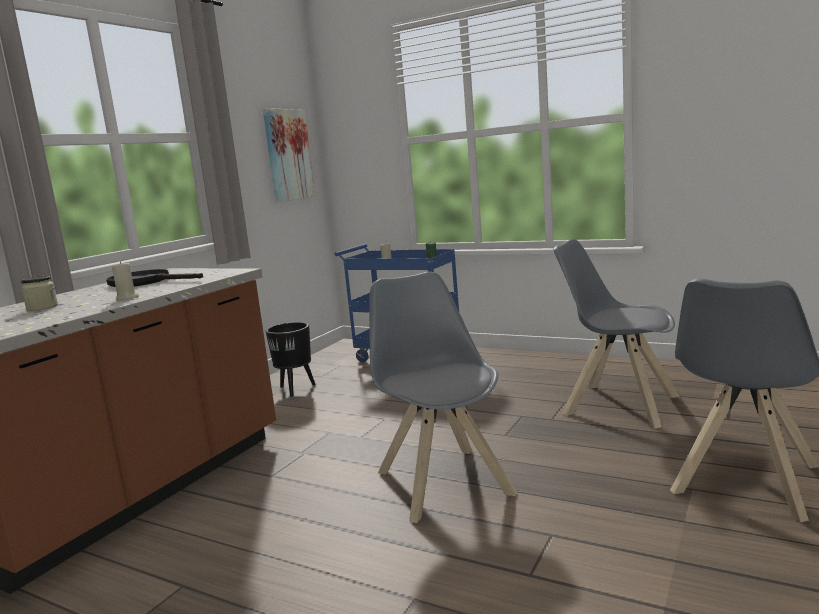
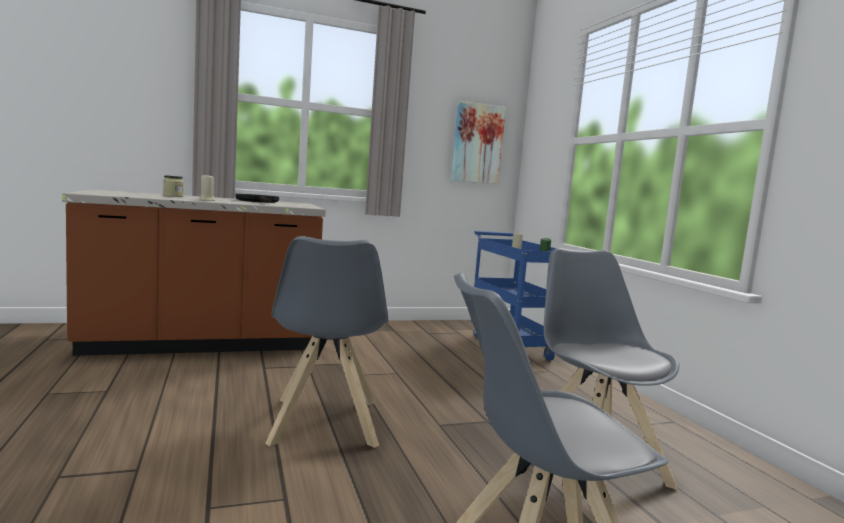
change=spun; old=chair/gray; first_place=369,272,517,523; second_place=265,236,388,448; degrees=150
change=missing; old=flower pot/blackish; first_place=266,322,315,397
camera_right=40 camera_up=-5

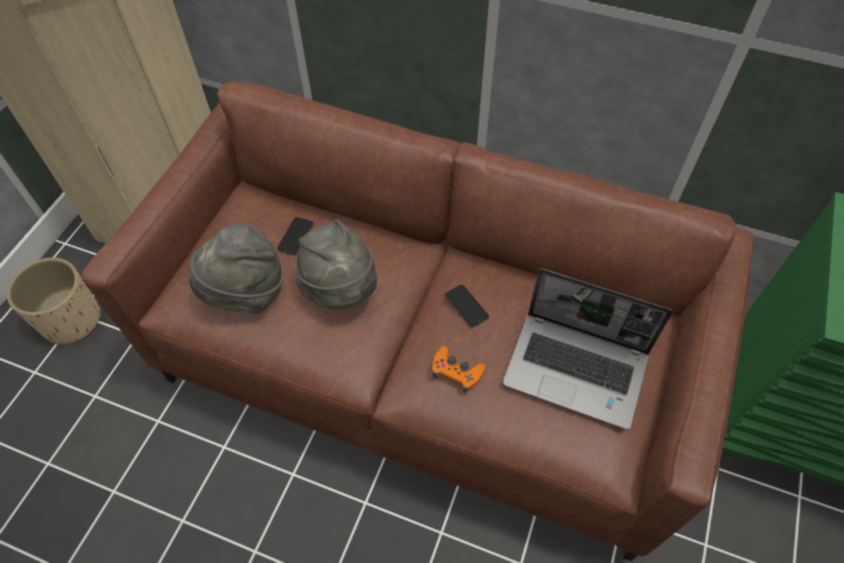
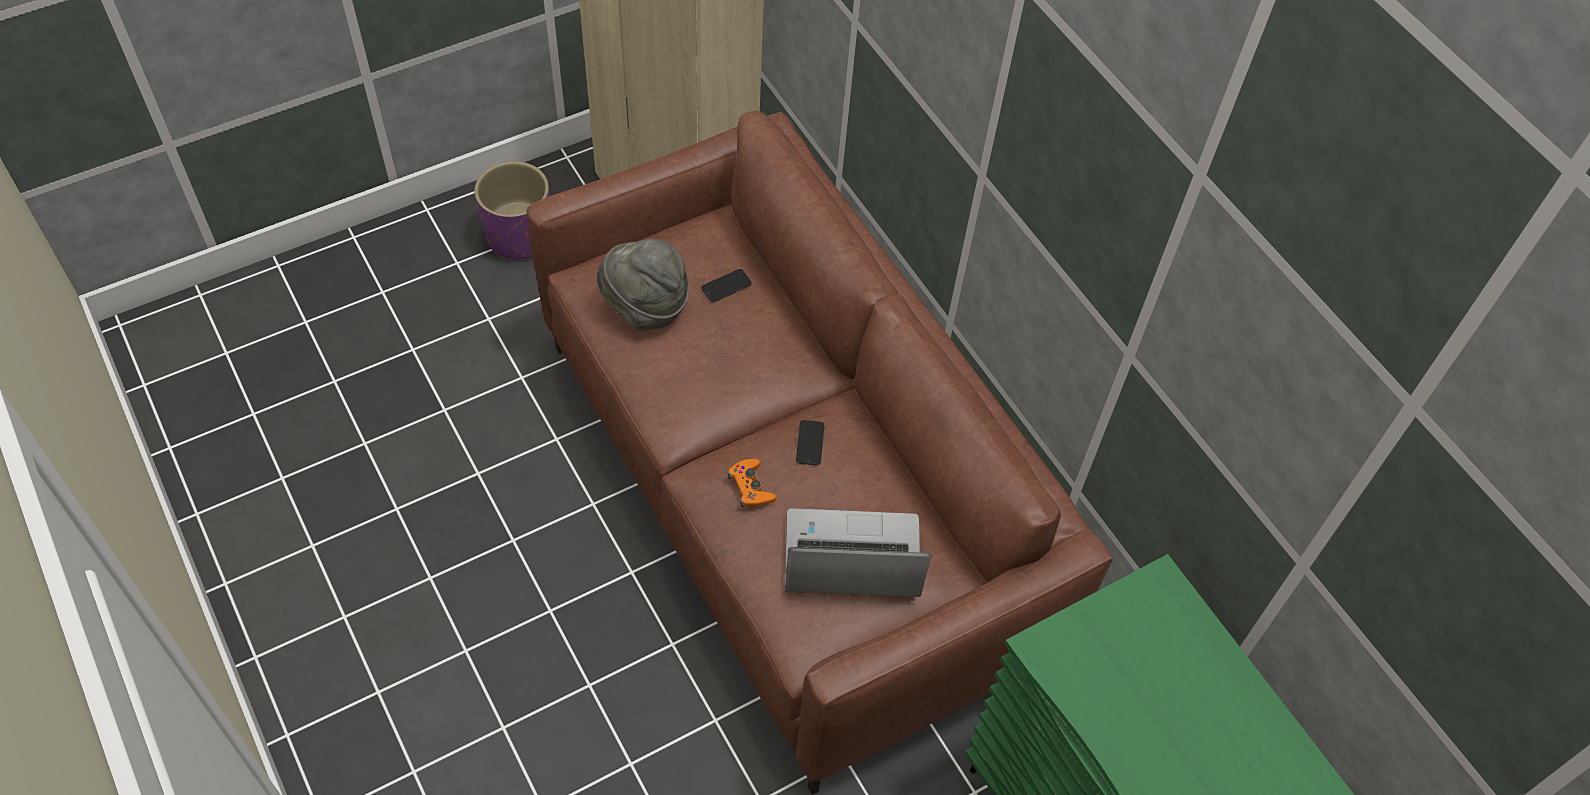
change=colour; old=flower pot/beige-coloured; new=flower pot/purple; first_place=7,258,101,345; second_place=474,161,550,260
change=spun; old=portable computer; first_place=503,268,673,430; second_place=785,508,931,597; degrees=120
change=missing; old=hat/gray; first_place=295,219,377,309
camera_right=35 camera_up=0

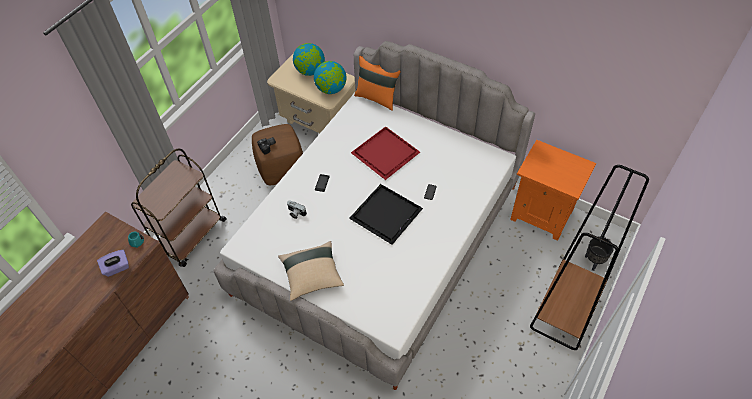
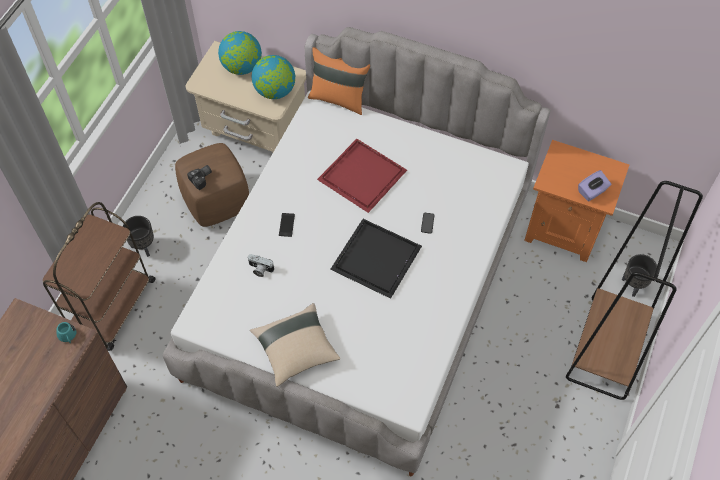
change=appeared; new=flower pot/blackish; second_place=123,216,154,257
change=relocated; old=tissue box/purple; first_place=97,250,129,277; second_place=578,170,611,201
camera_right=-10 camera_up=5

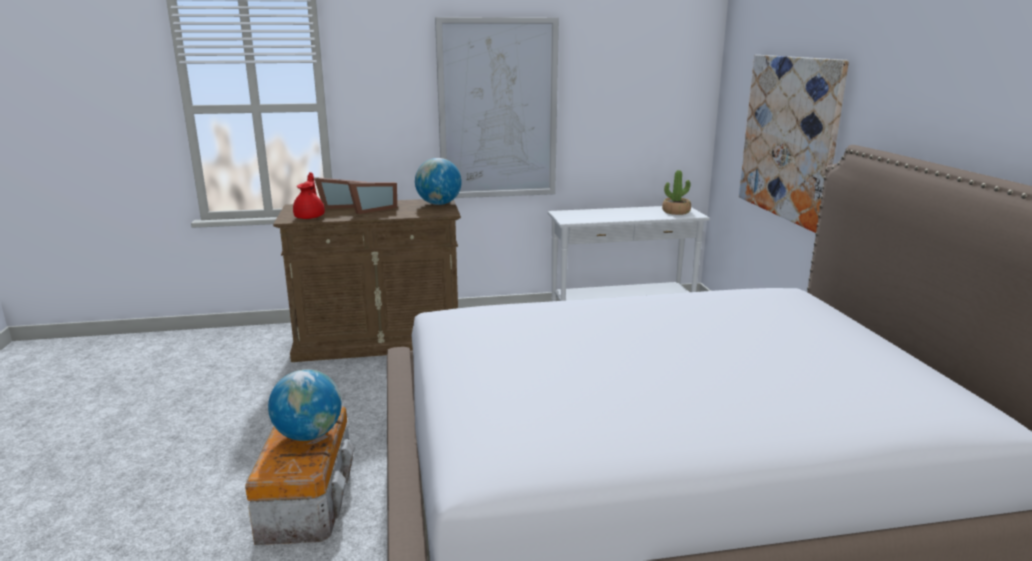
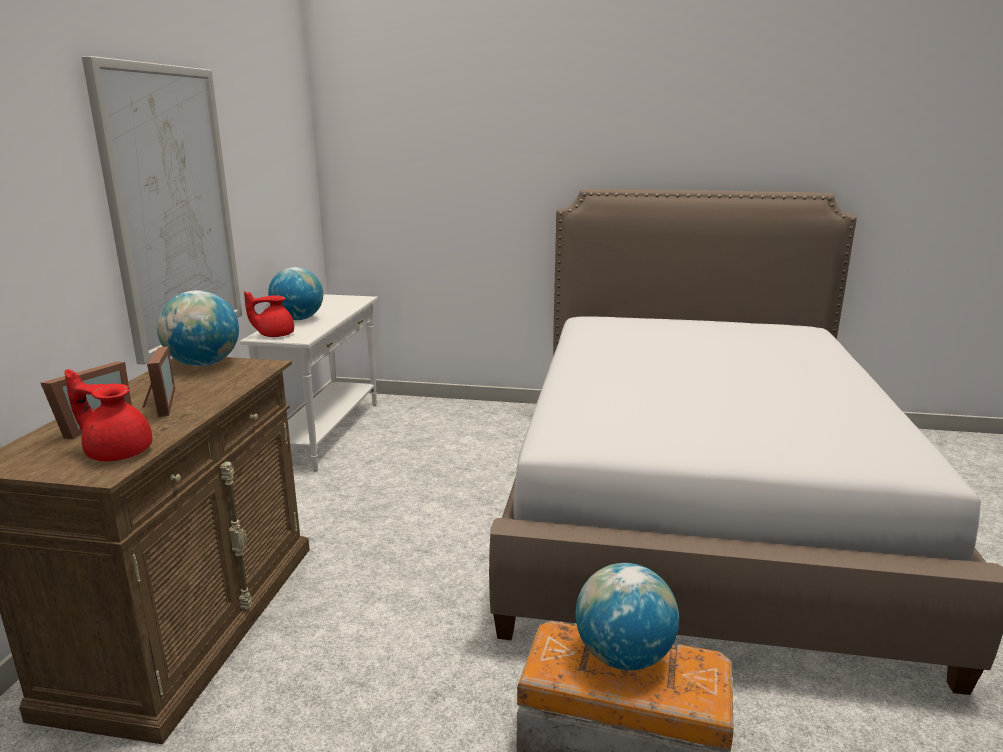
change=appeared; new=teapot/red-coloured; second_place=244,291,294,337
change=appeared; new=globe; second_place=268,267,323,320
change=missing; old=potted plant; first_place=662,170,691,215
change=missing; old=wall art; first_place=739,55,849,233
camera_right=-70 camera_up=0

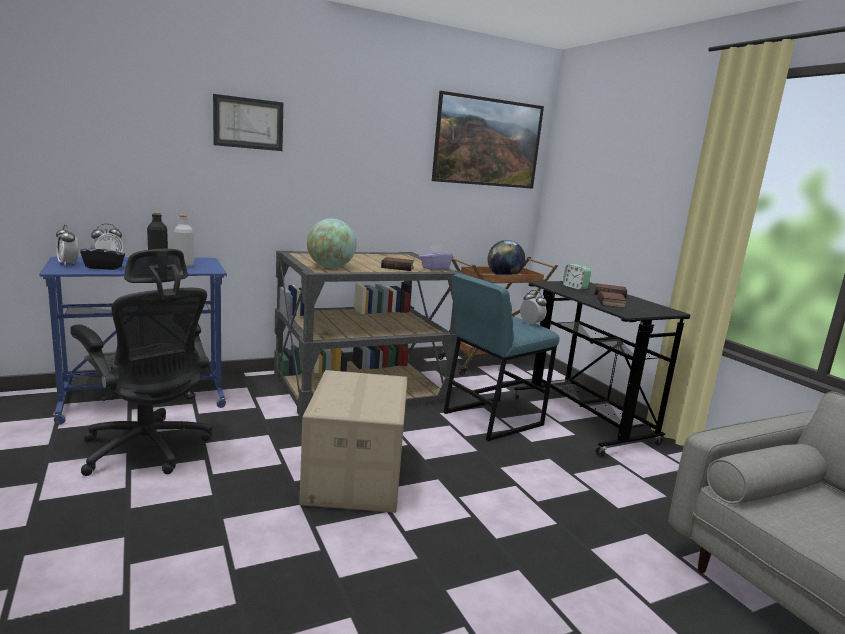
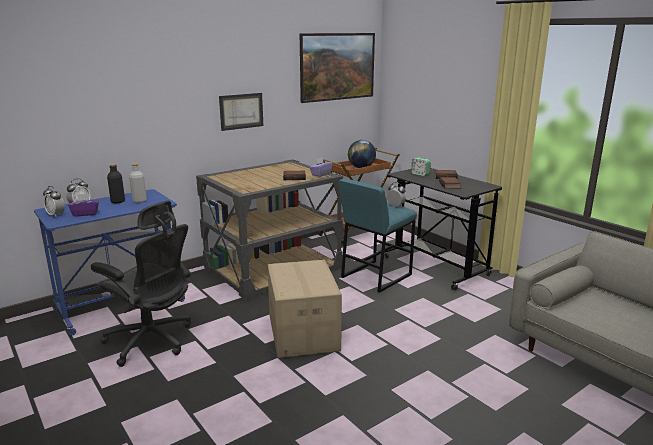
change=colour; old=tissue box/blackish; new=tissue box/purple; first_place=80,240,125,270; second_place=68,193,99,217
change=relocated; old=wall art; first_place=213,94,283,151; second_place=219,93,263,131
change=missing; old=globe; first_place=307,219,357,268
camera_right=-10 camera_up=5

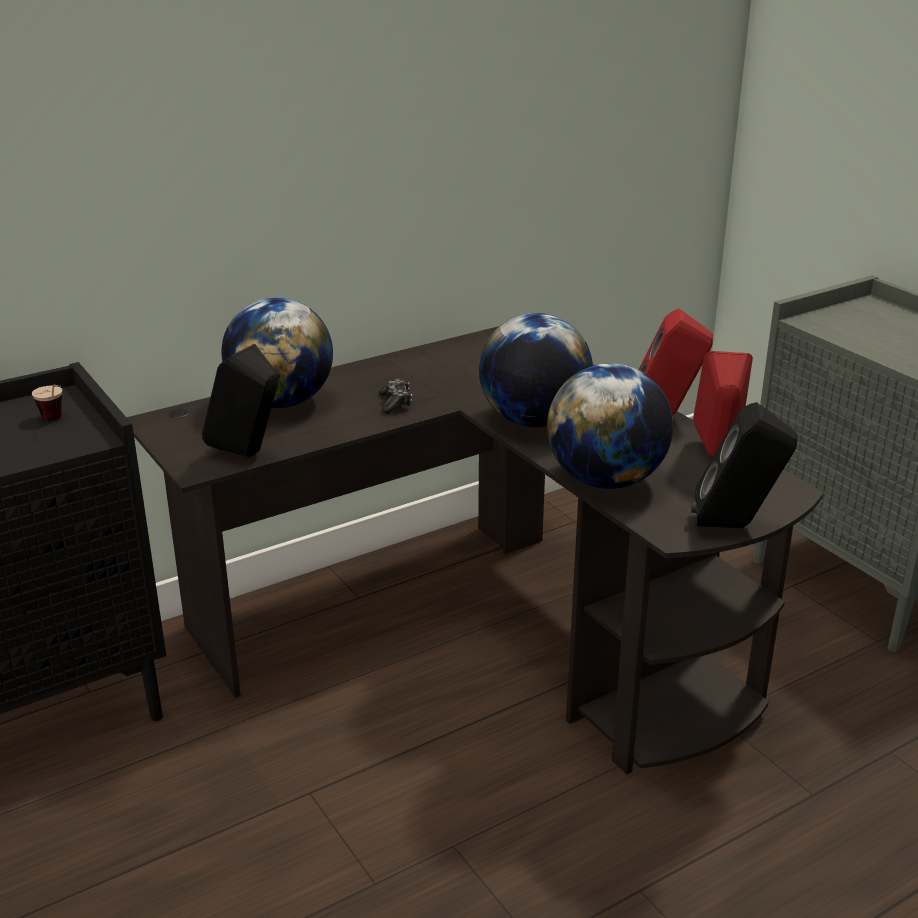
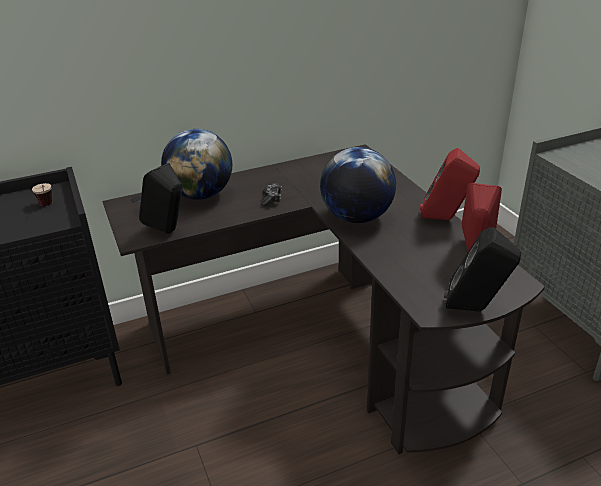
change=missing; old=globe; first_place=547,363,673,489
camera_right=10 camera_up=5

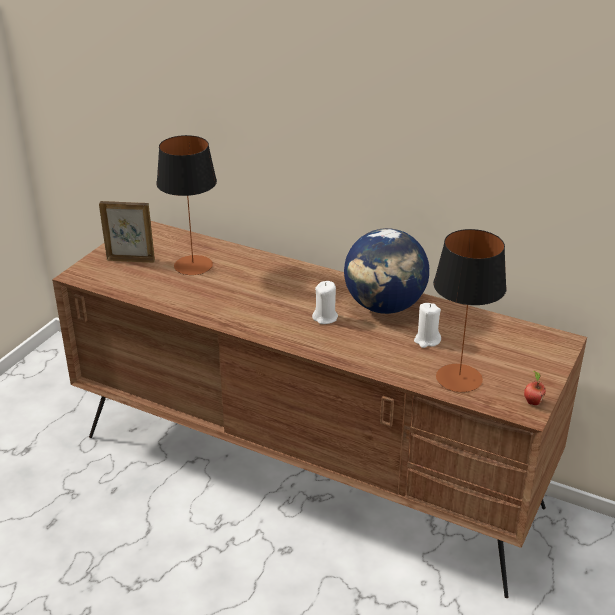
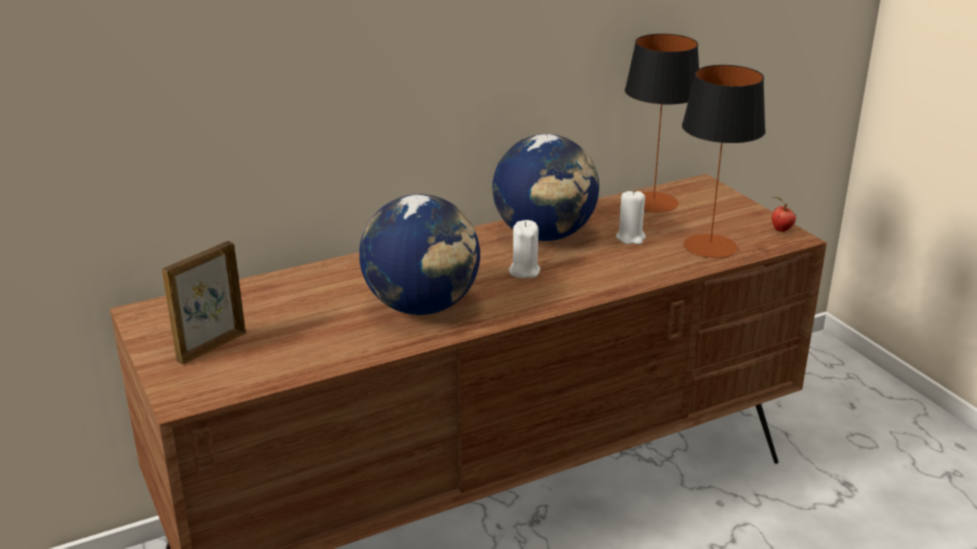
change=appeared; new=globe; second_place=359,194,480,315
change=relocated; old=table lamp; first_place=156,135,217,275; second_place=625,34,699,212
camera_right=-55 camera_up=-5

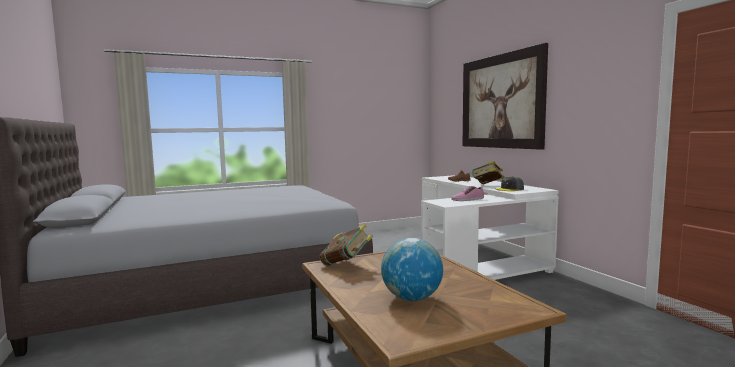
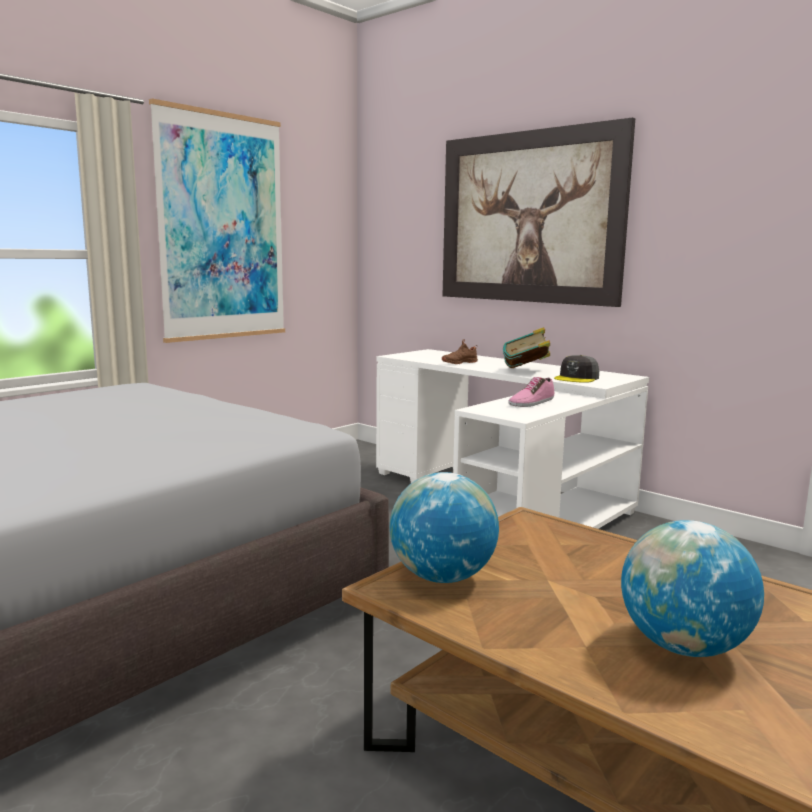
change=appeared; new=wall art; second_place=149,99,285,343
change=exchanged; old=volume; new=globe; first_place=320,224,373,266; second_place=390,472,499,583
camera_right=-25 camera_up=5

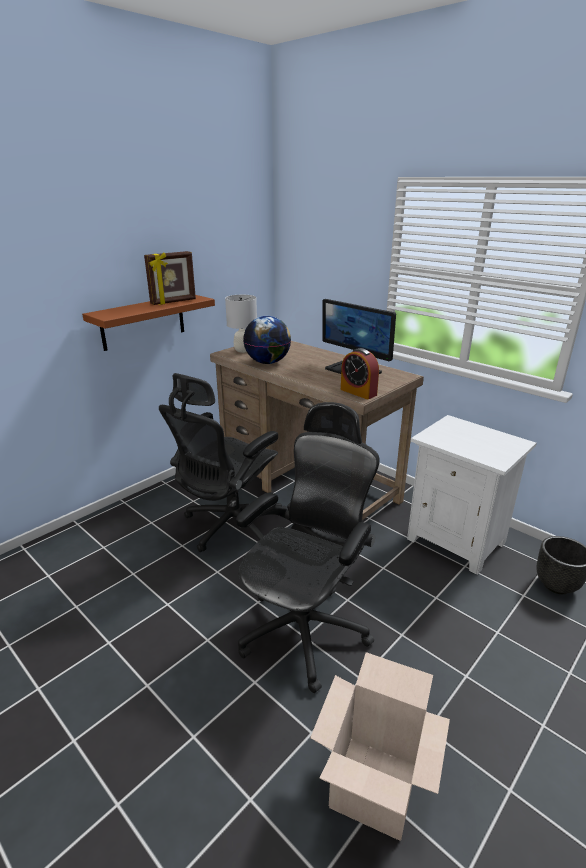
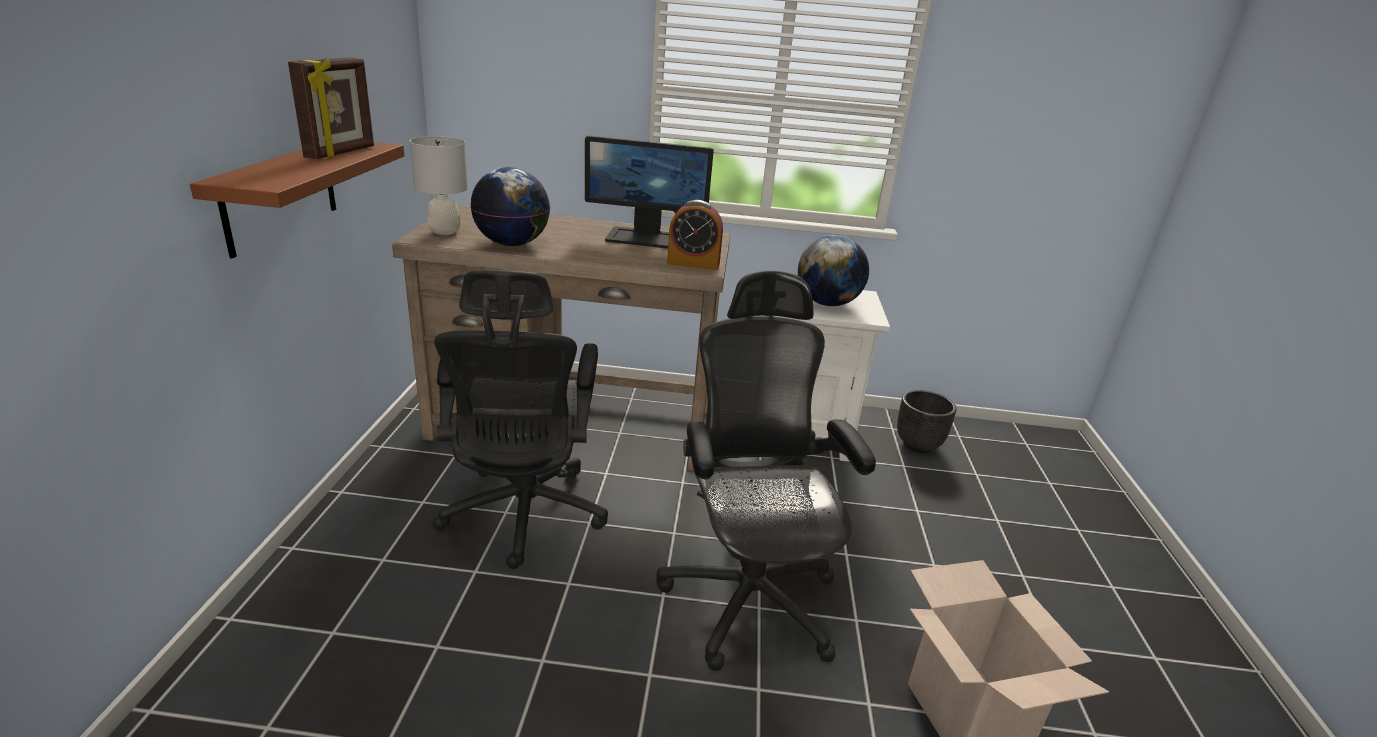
change=appeared; new=globe; second_place=798,235,869,306
camera_right=-40 camera_up=0

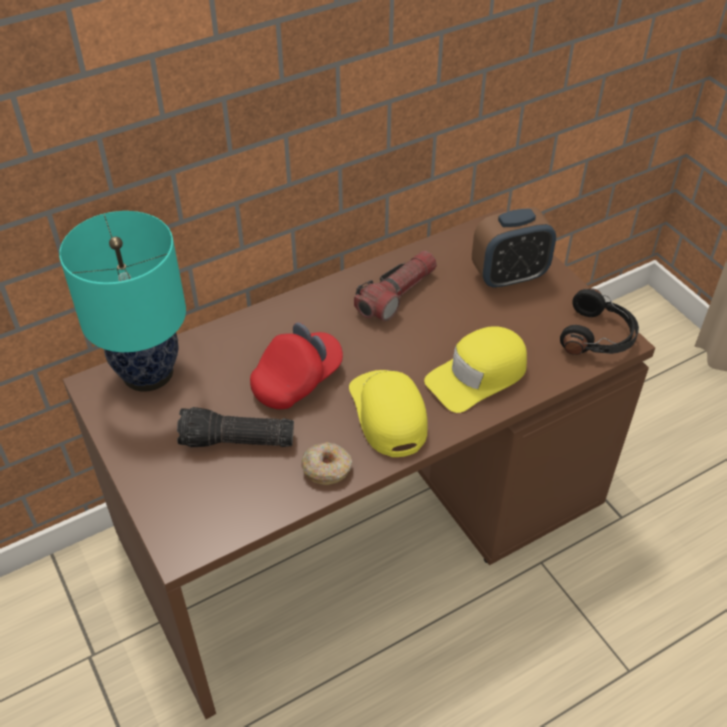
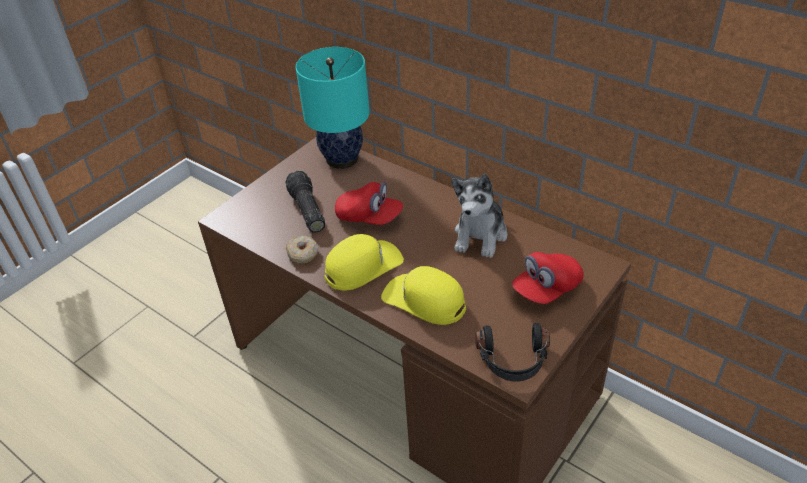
change=exchanged; old=flashlight; new=plush toy; first_place=354,251,437,321; second_place=451,174,507,258
change=exchanged; old=bedside clock; new=peaked cap/red-coloured; first_place=472,207,556,289; second_place=512,252,584,304
camera_right=70 camera_up=-5

